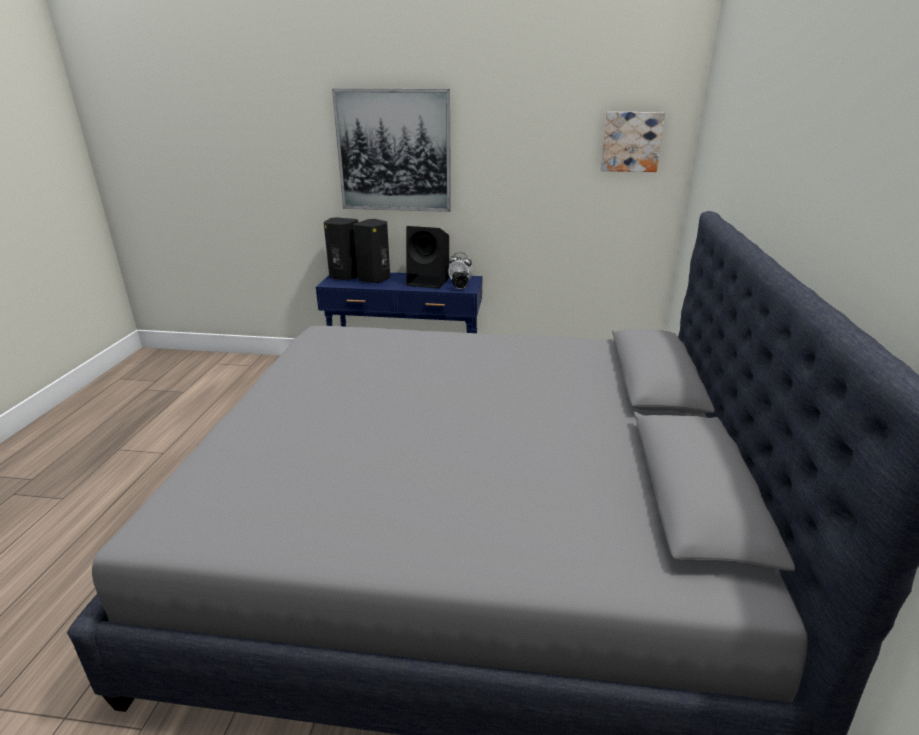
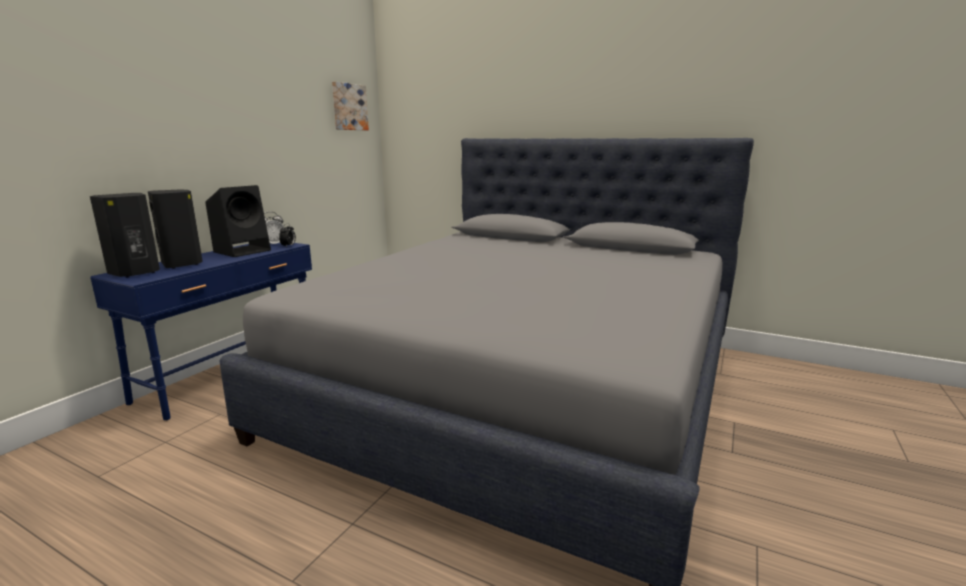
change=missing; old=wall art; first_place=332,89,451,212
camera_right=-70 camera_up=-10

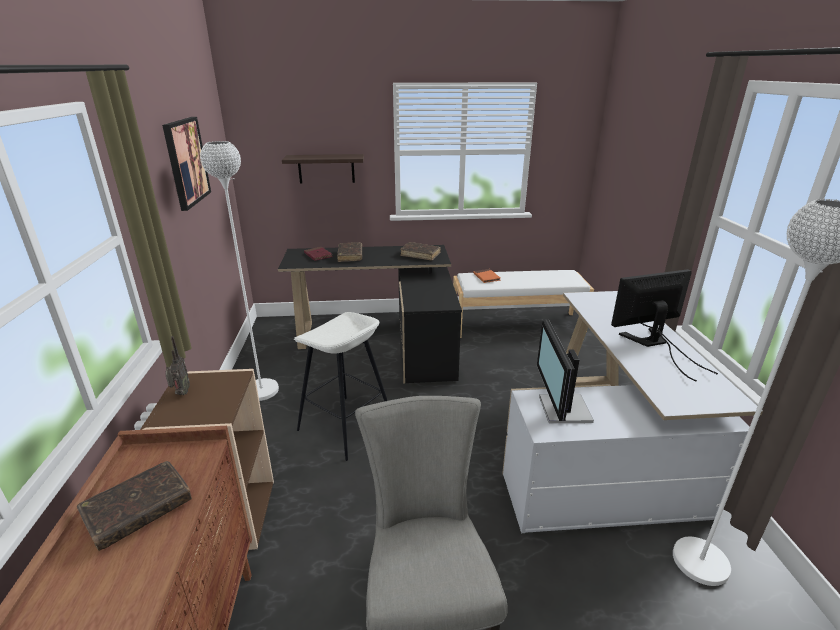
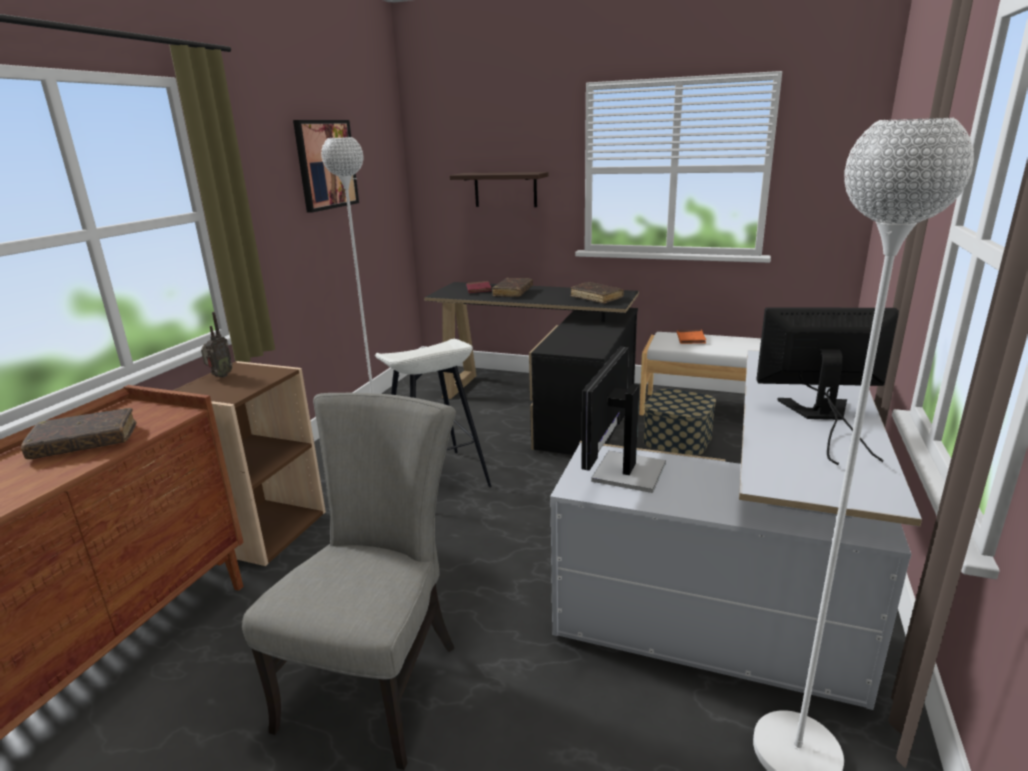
change=appeared; new=storage bin; second_place=643,389,716,456
camera_right=25 camera_up=-5

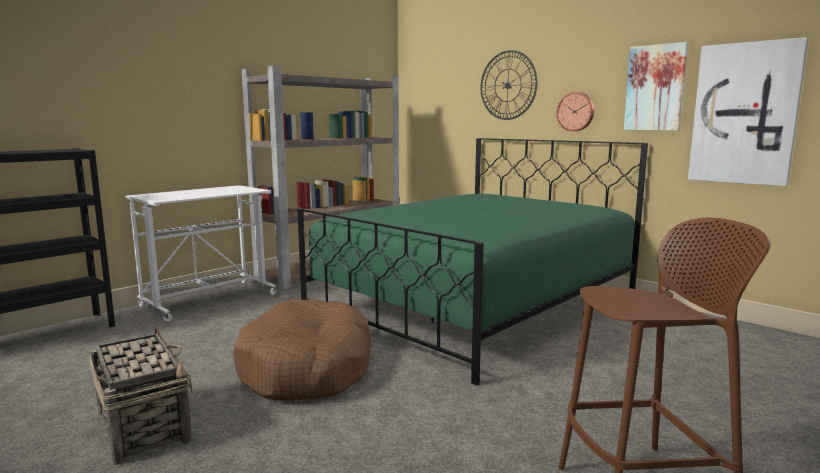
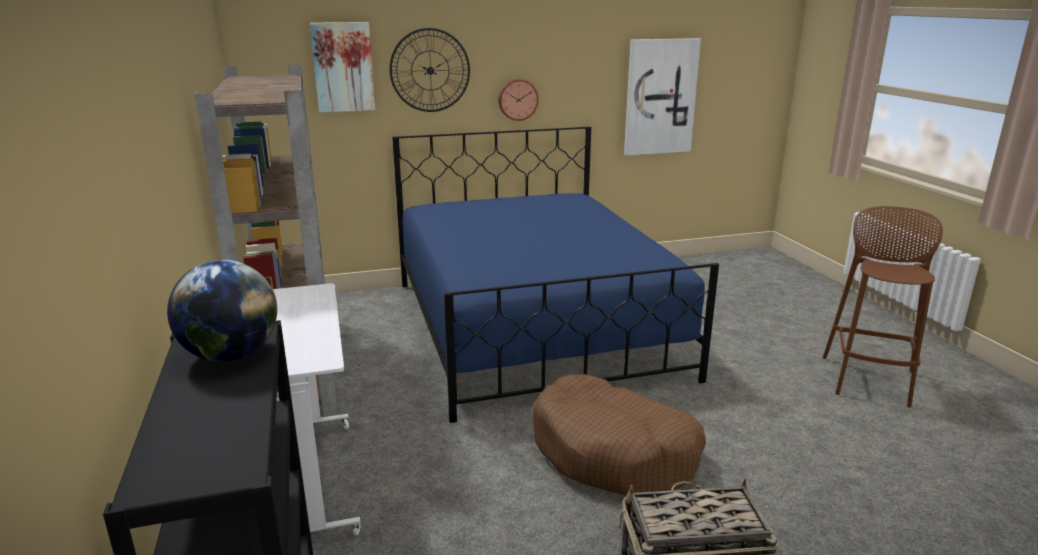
change=appeared; new=globe; second_place=167,260,277,362
change=relocated; old=wall art; first_place=624,42,689,131; second_place=310,22,375,113
change=colour; old=sleeping bed/green; new=sleeping bed/blue-coloured; first_place=297,138,648,386; second_place=392,127,719,423
camera_right=-60 camera_up=10

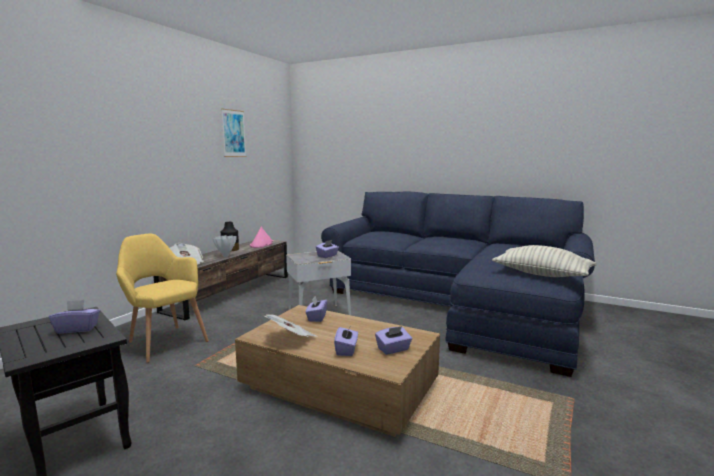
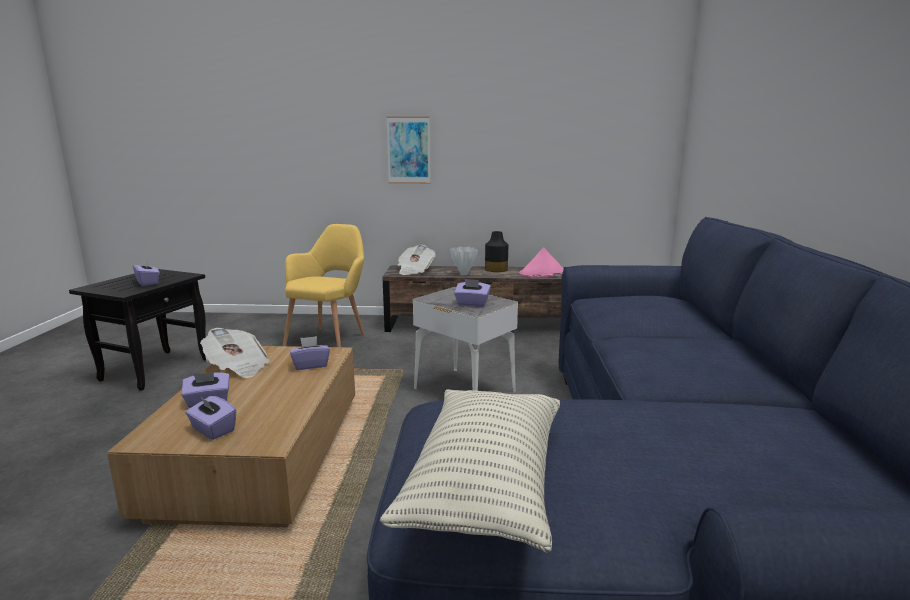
change=relocated; old=wall art; first_place=221,109,246,157; second_place=386,117,430,184
camera_right=65 camera_up=5

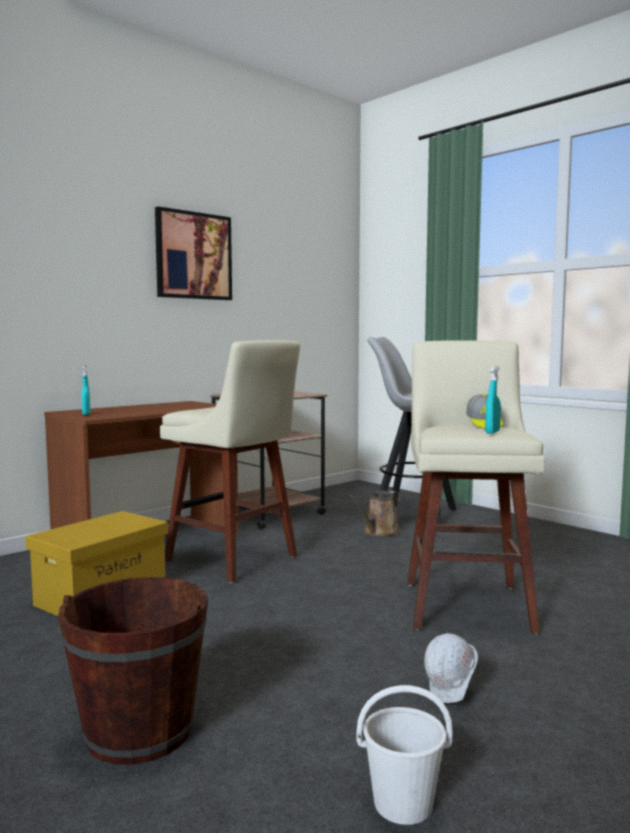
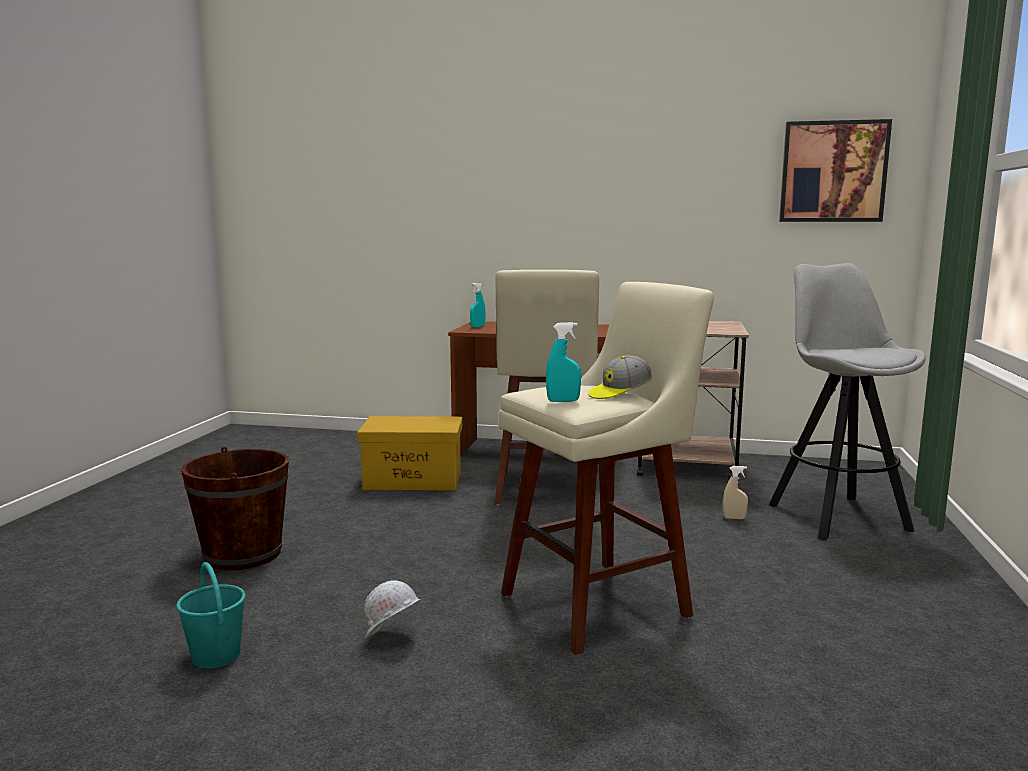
change=colour; old=bucket/white; new=bucket/blue-green; first_place=356,685,453,825; second_place=176,562,246,669
change=exchanged; old=watering pot/brown-coloured; new=spray bottle/beige-coloured; first_place=348,490,400,537; second_place=723,466,748,519
change=relocated; old=wall art; first_place=155,206,232,300; second_place=779,119,892,222
camera_right=55 camera_up=5

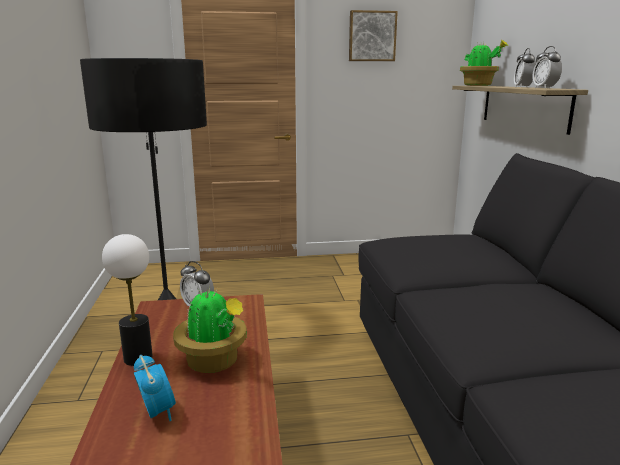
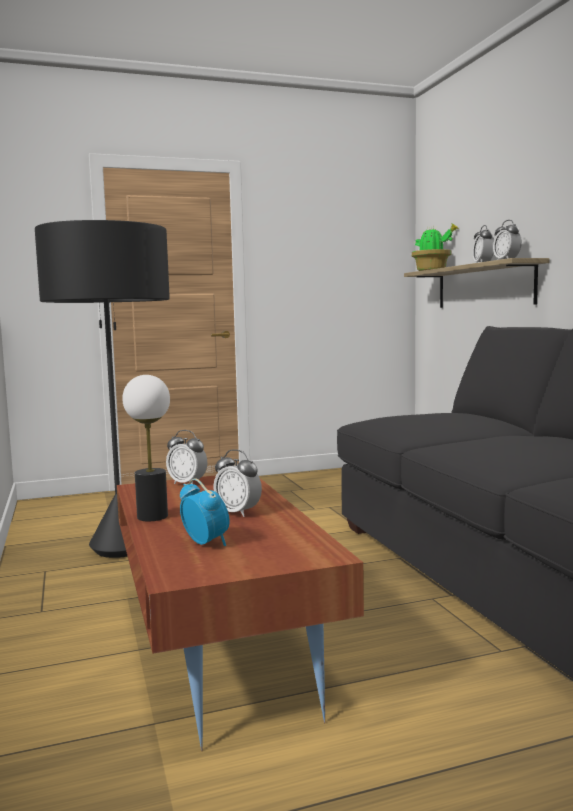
change=exchanged; old=potted plant; new=bedside clock; first_place=173,285,247,373; second_place=213,449,262,517
change=missing; old=wall art; first_place=349,10,398,61
camera_right=-10 camera_up=-10

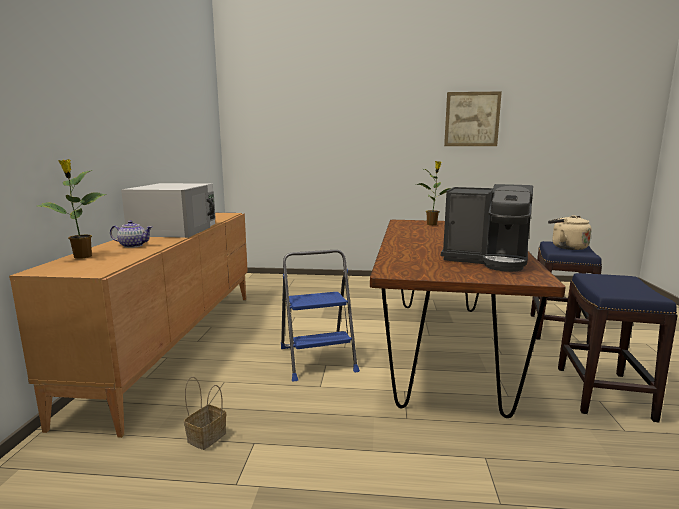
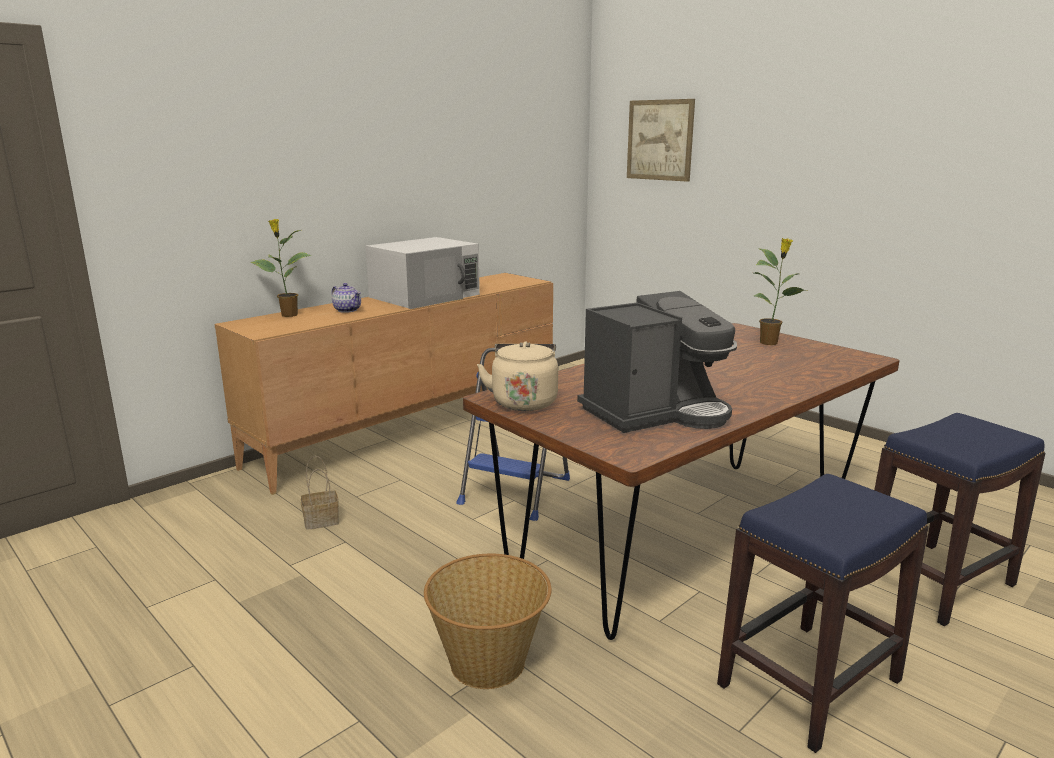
change=appeared; new=storage basket; second_place=424,554,552,689
change=relocated; old=kettle/beige-coloured; first_place=548,215,592,250; second_place=477,341,558,411
change=spun; old=coffee machine; first_place=441,184,533,272; second_place=577,291,737,433; degrees=-90
change=relocated; old=wall art; first_place=444,91,502,146; second_place=627,99,695,182
camera_right=40 camera_up=5

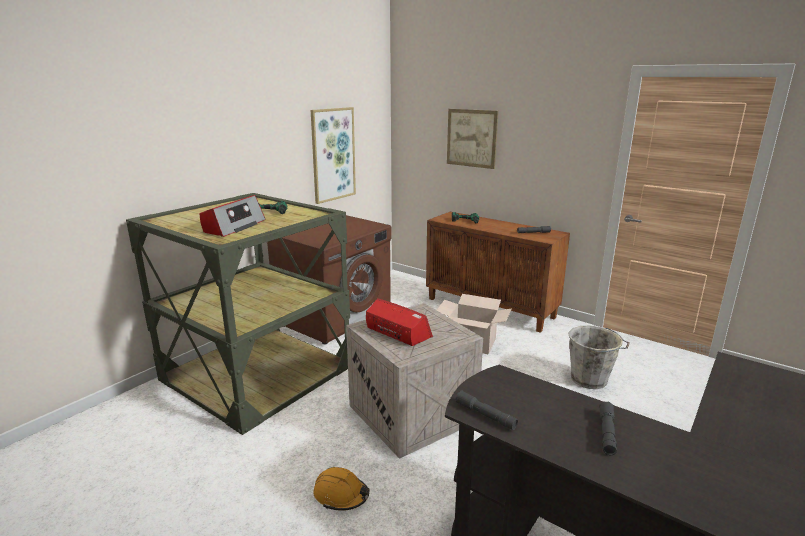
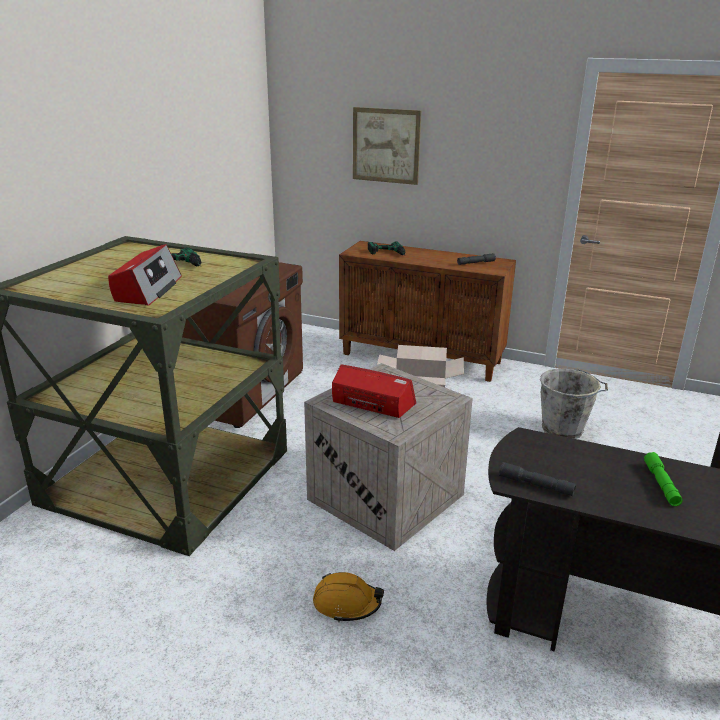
change=colour; old=flashlight/gray; new=flashlight/green; first_place=599,401,617,455; second_place=644,452,683,506
change=missing; old=wall art; first_place=311,107,356,204
camera_right=-15 camera_up=5

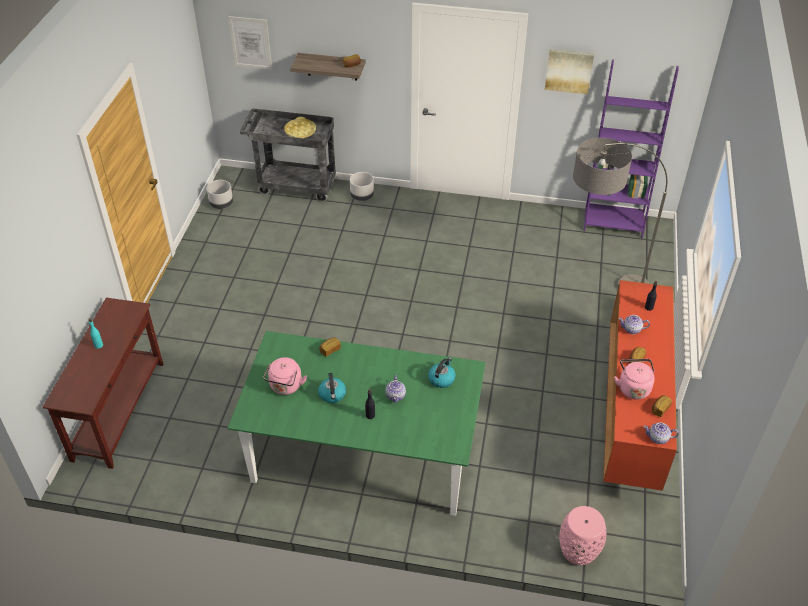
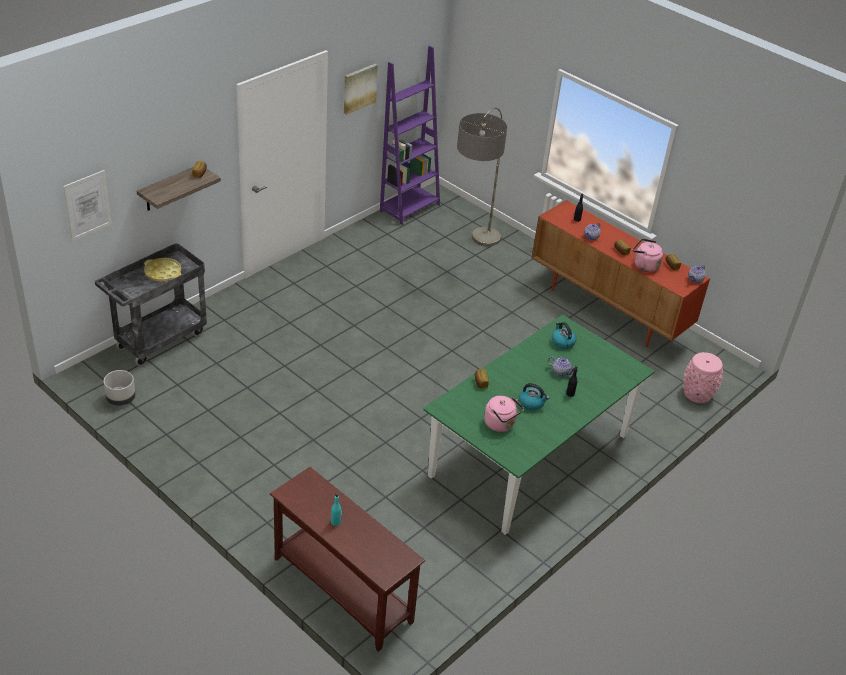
change=missing; old=flower pot/gray; first_place=350,172,374,201
camera_right=-60 camera_up=-5

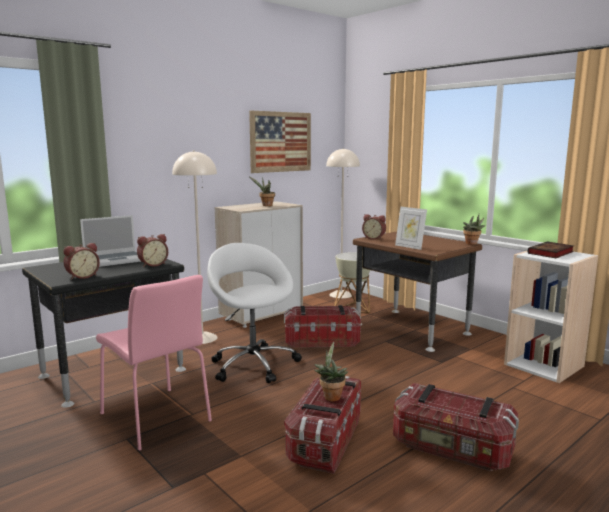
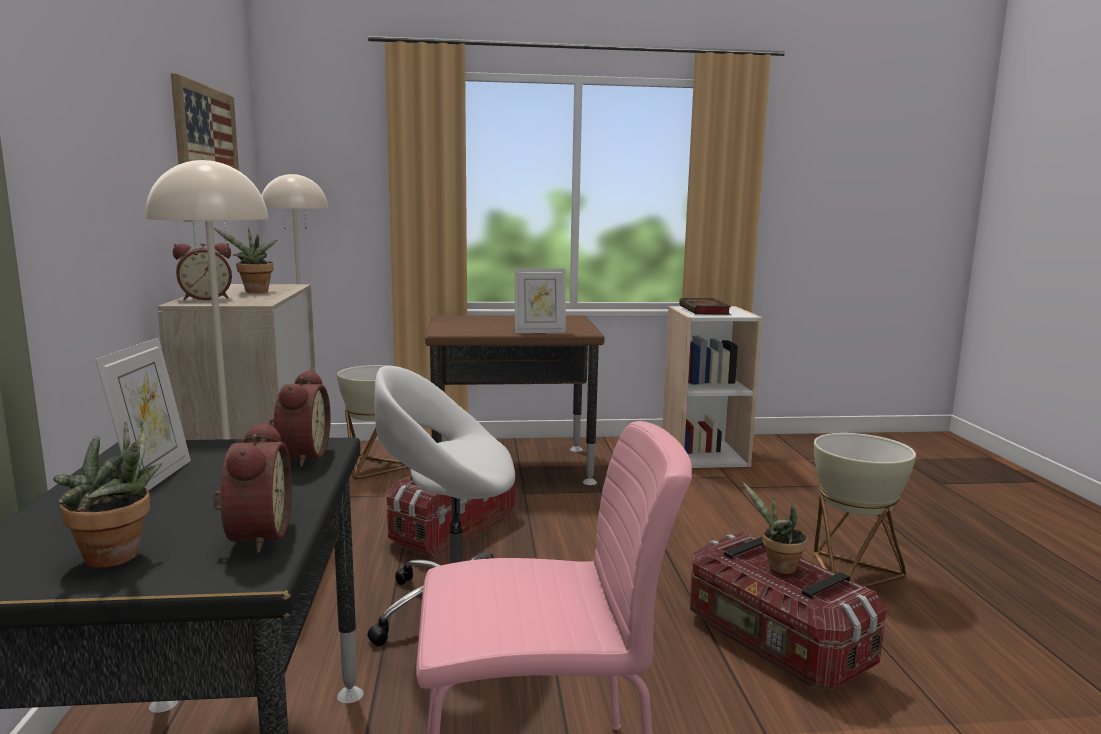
change=relocated; old=potted plant; first_place=463,214,486,245; second_place=53,421,163,568
change=exchanged; old=portable computer; new=standing frame; first_place=80,215,141,267; second_place=95,337,191,491
change=relocated; old=bedside clock; first_place=362,214,386,240; second_place=173,243,232,300
change=exchanged; old=storage bin; new=flower pot; first_place=393,383,519,471; second_place=814,433,916,588
camera_right=-55 camera_up=0

